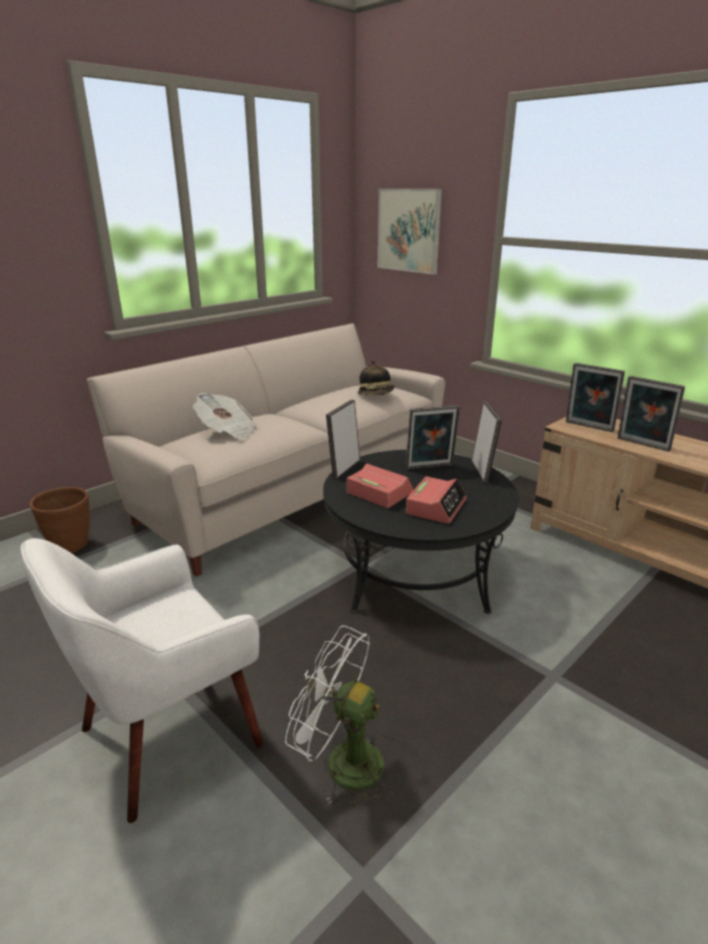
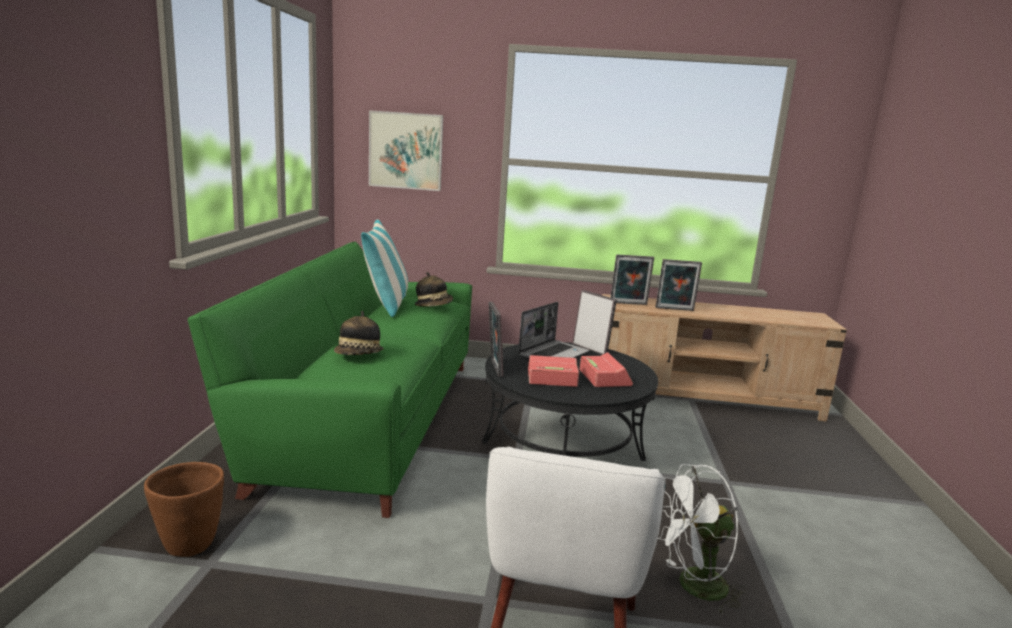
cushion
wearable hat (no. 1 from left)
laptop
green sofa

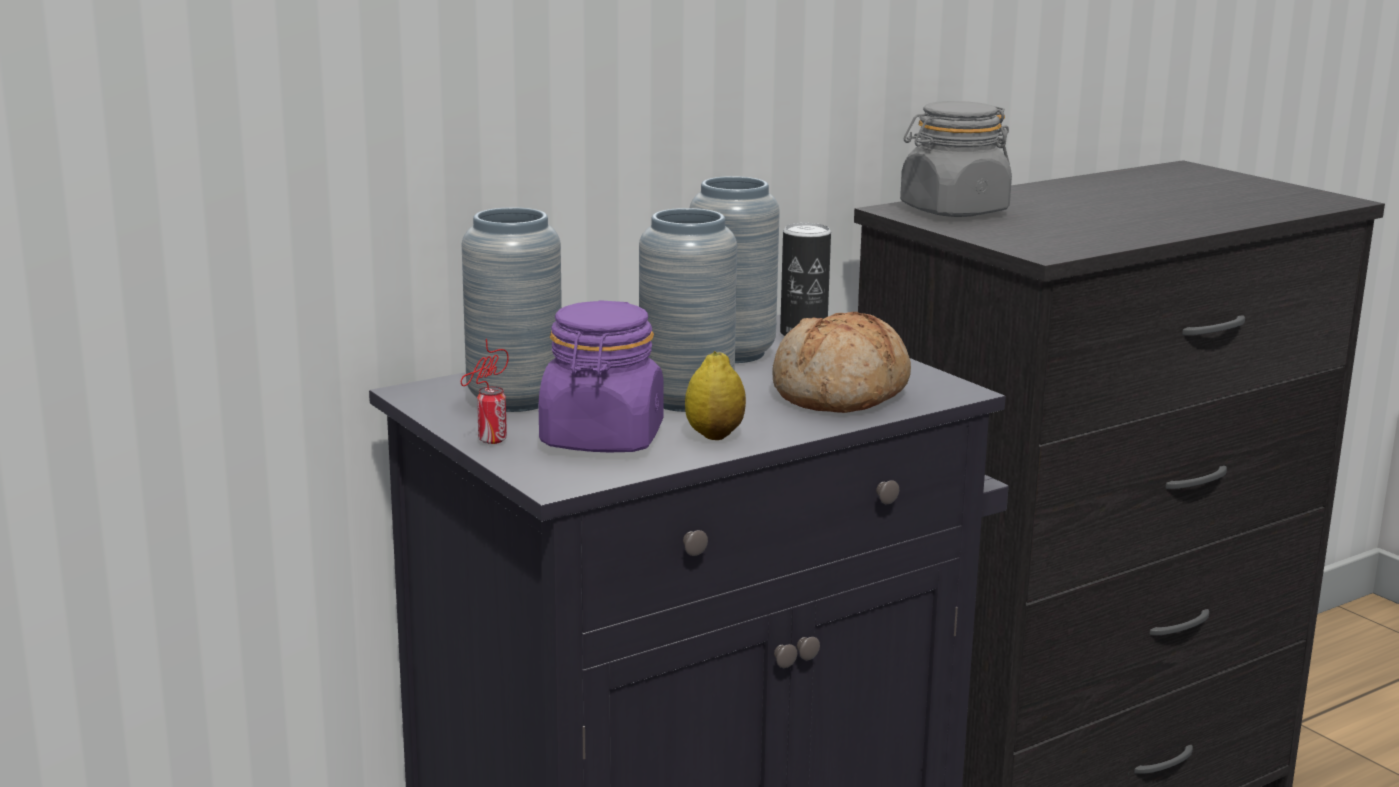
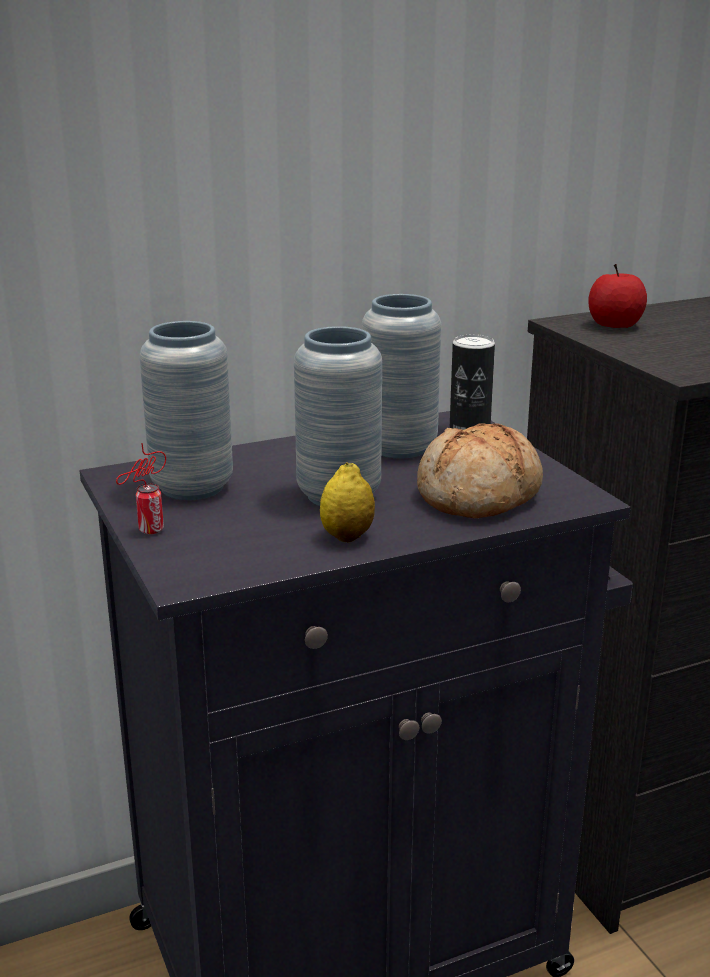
purplish preserve jar
apple

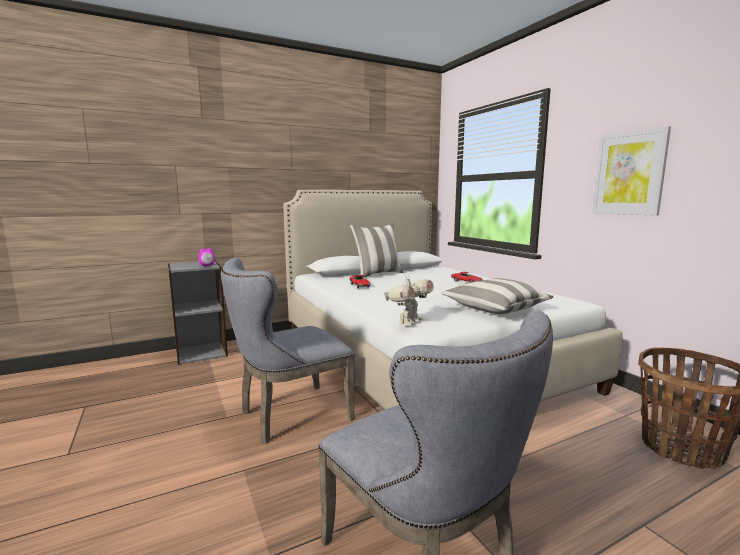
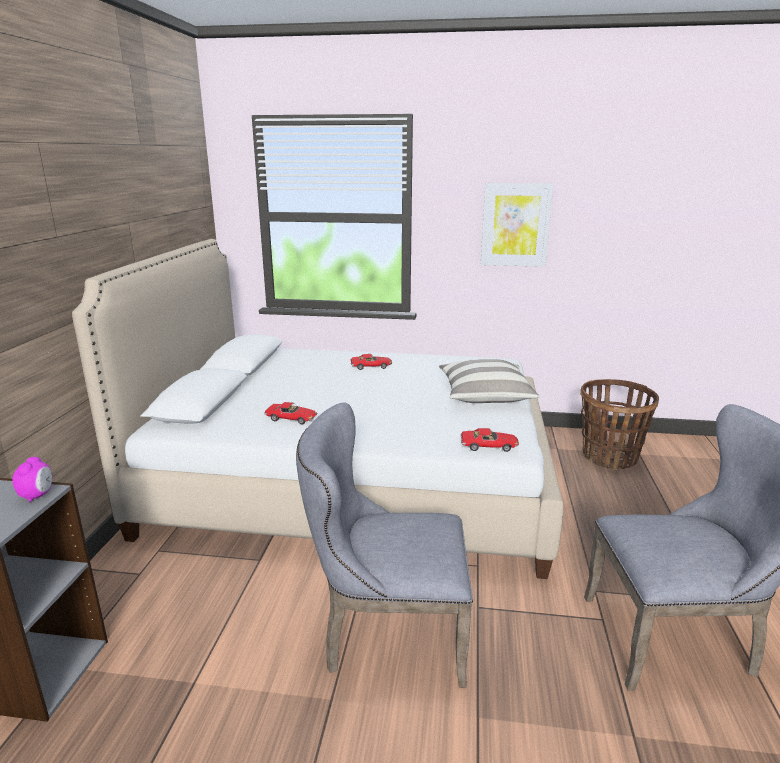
cushion (no. 1 from left in the first image)
miniature car (no. 3 from left)
greyish chair (no. 1 from left)

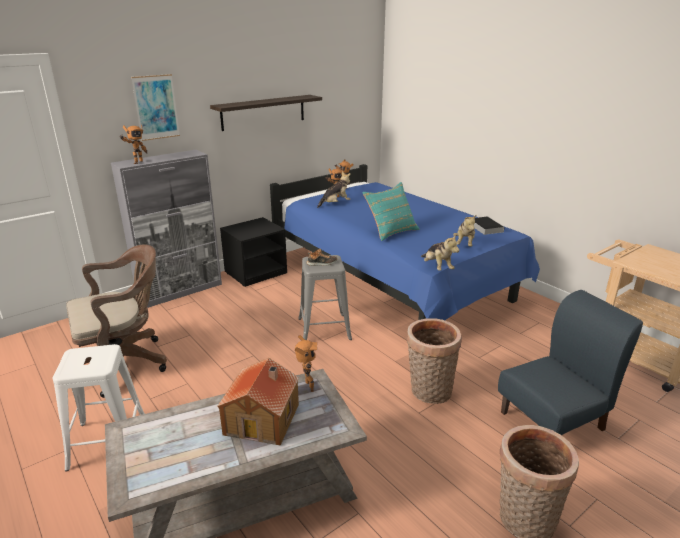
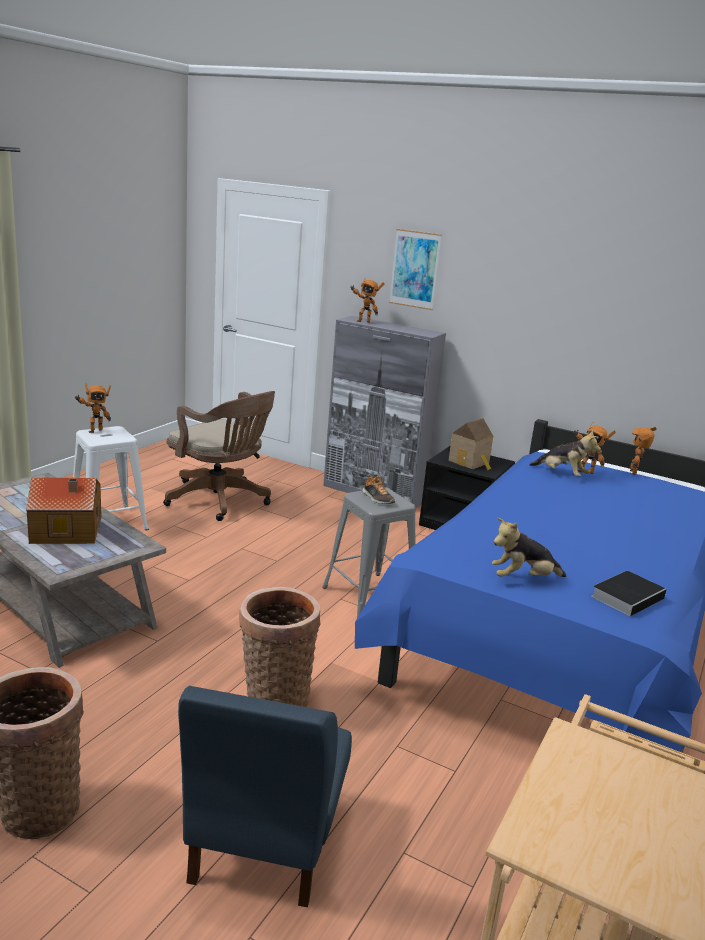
wall shelf
blue-green cushion
soft toy (no. 2 from left in the first image)
miniature house (no. 2 from left)
toy robot (no. 1 from left)
bluish chair

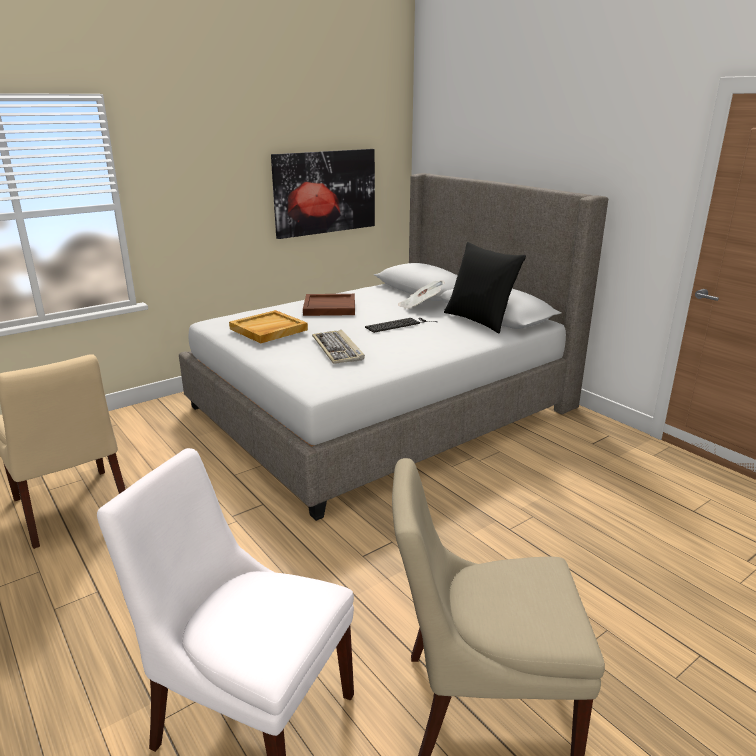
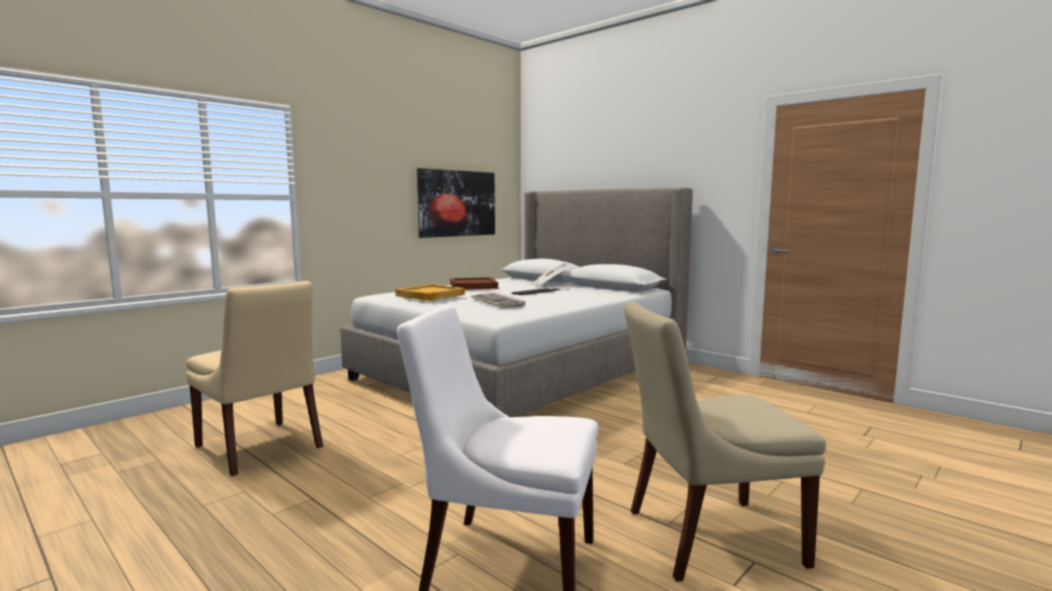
blackish cushion

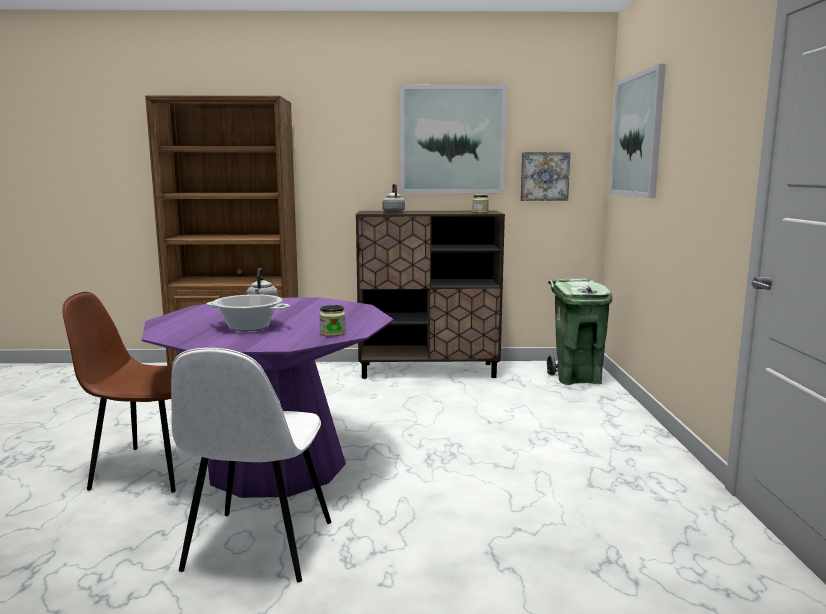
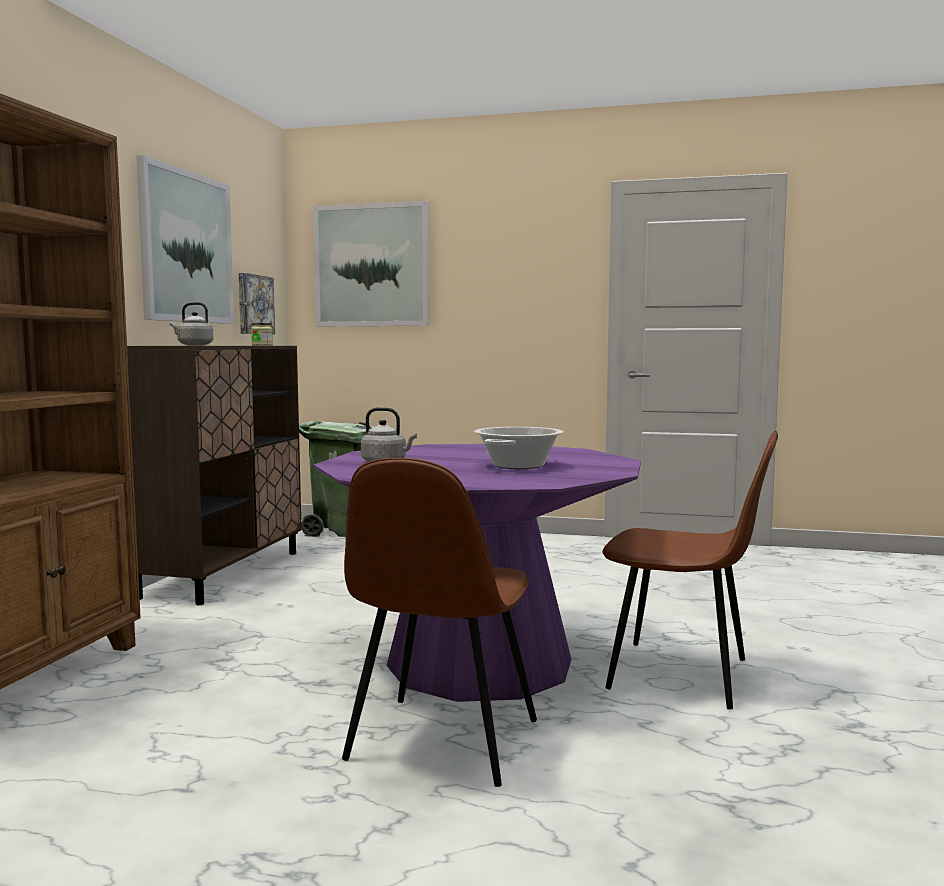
preserve jar (no. 1 from left in the first image)
brown chair (no. 2 from left)

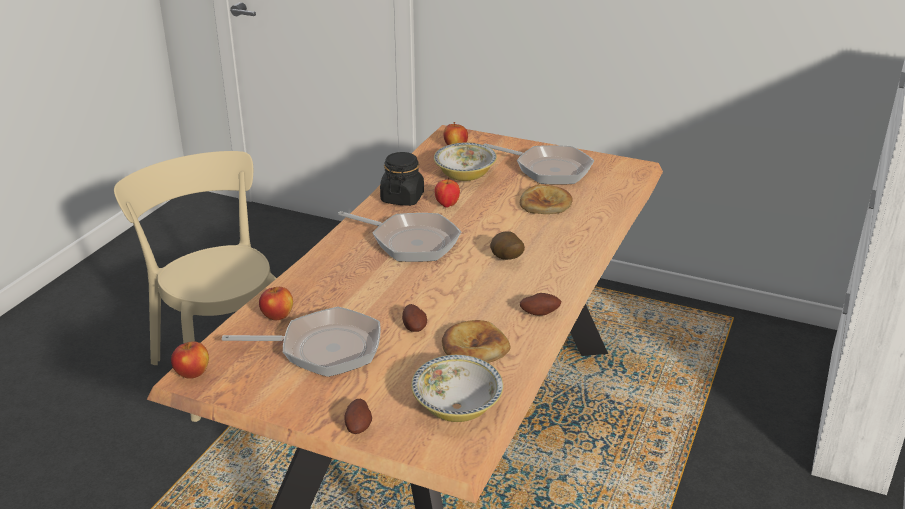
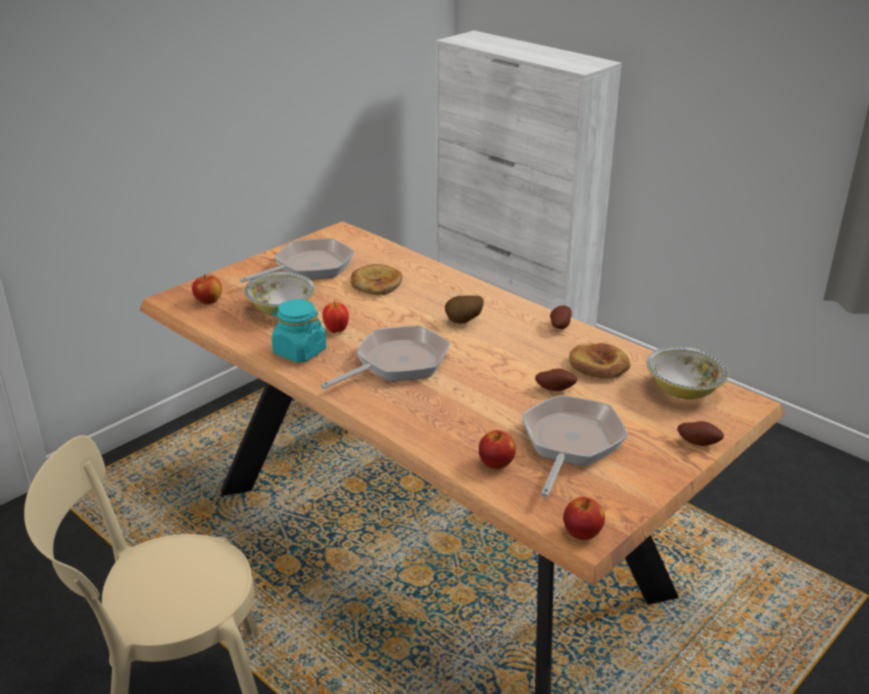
blue-green preserve jar

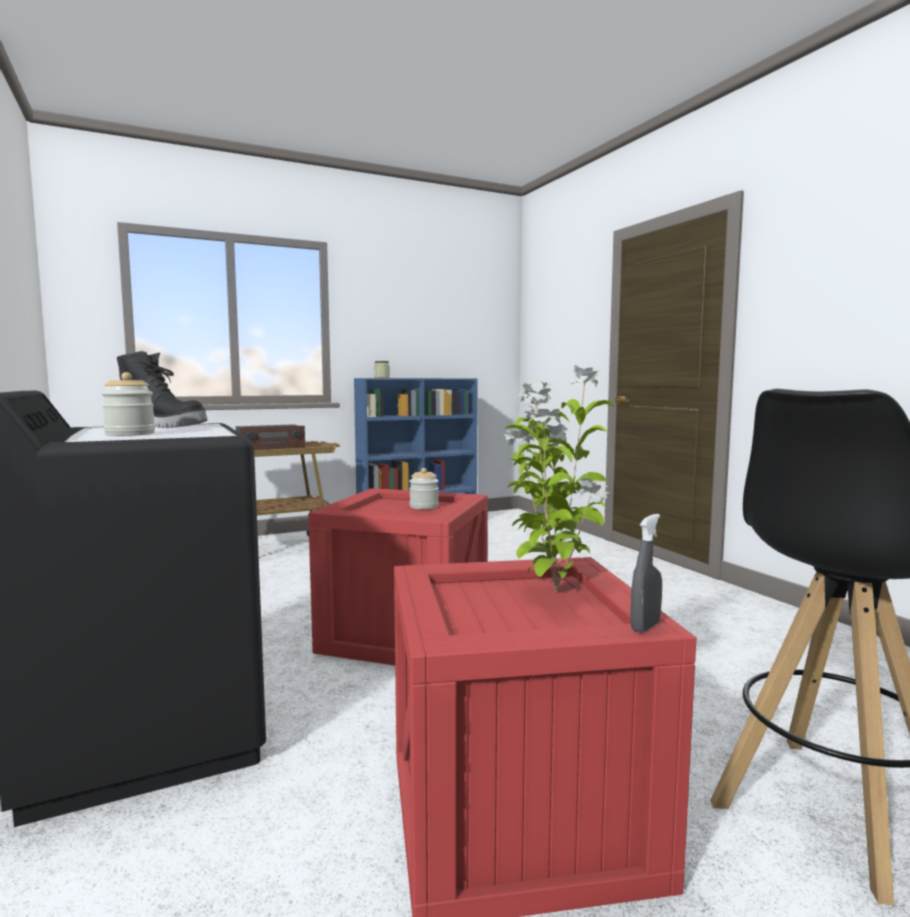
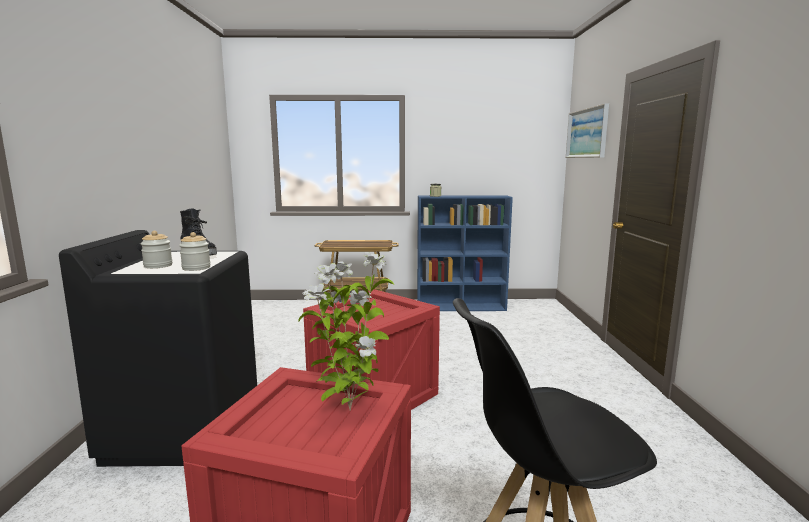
radio receiver
greyish spray bottle
wall art
preserve jar (no. 2 from left)

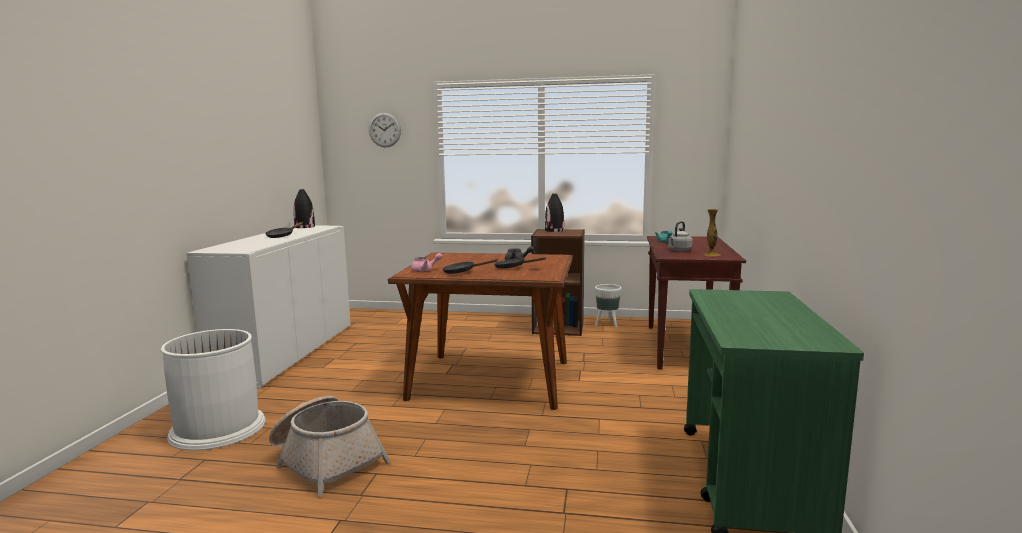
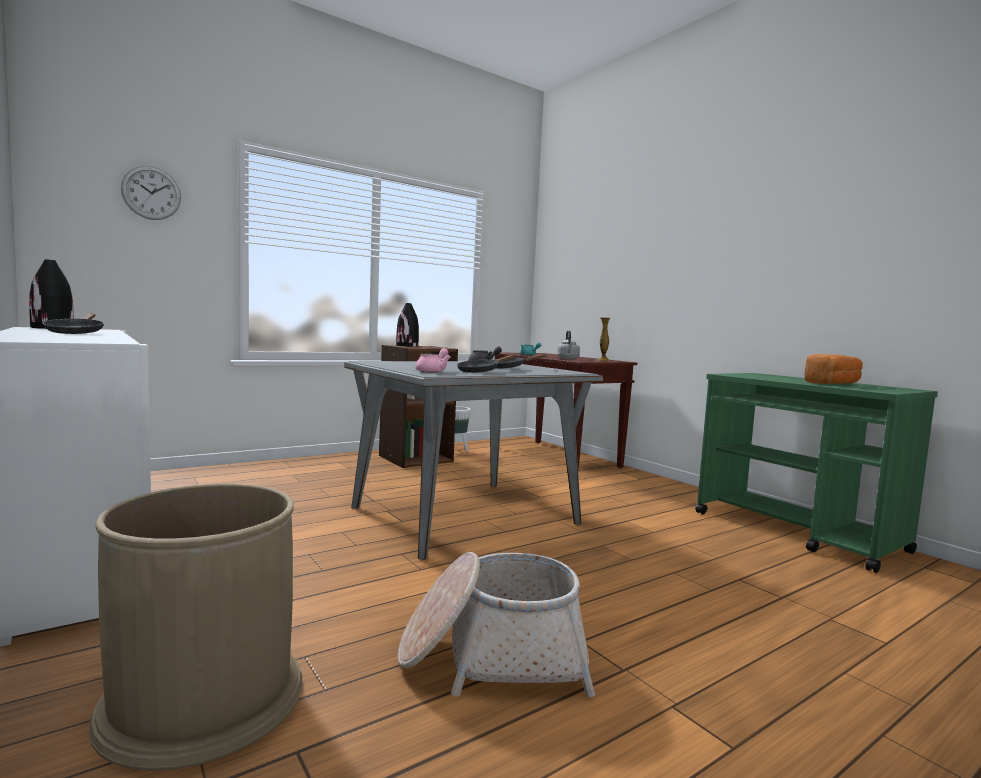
baked bread
brown trash can
greyish dining table

